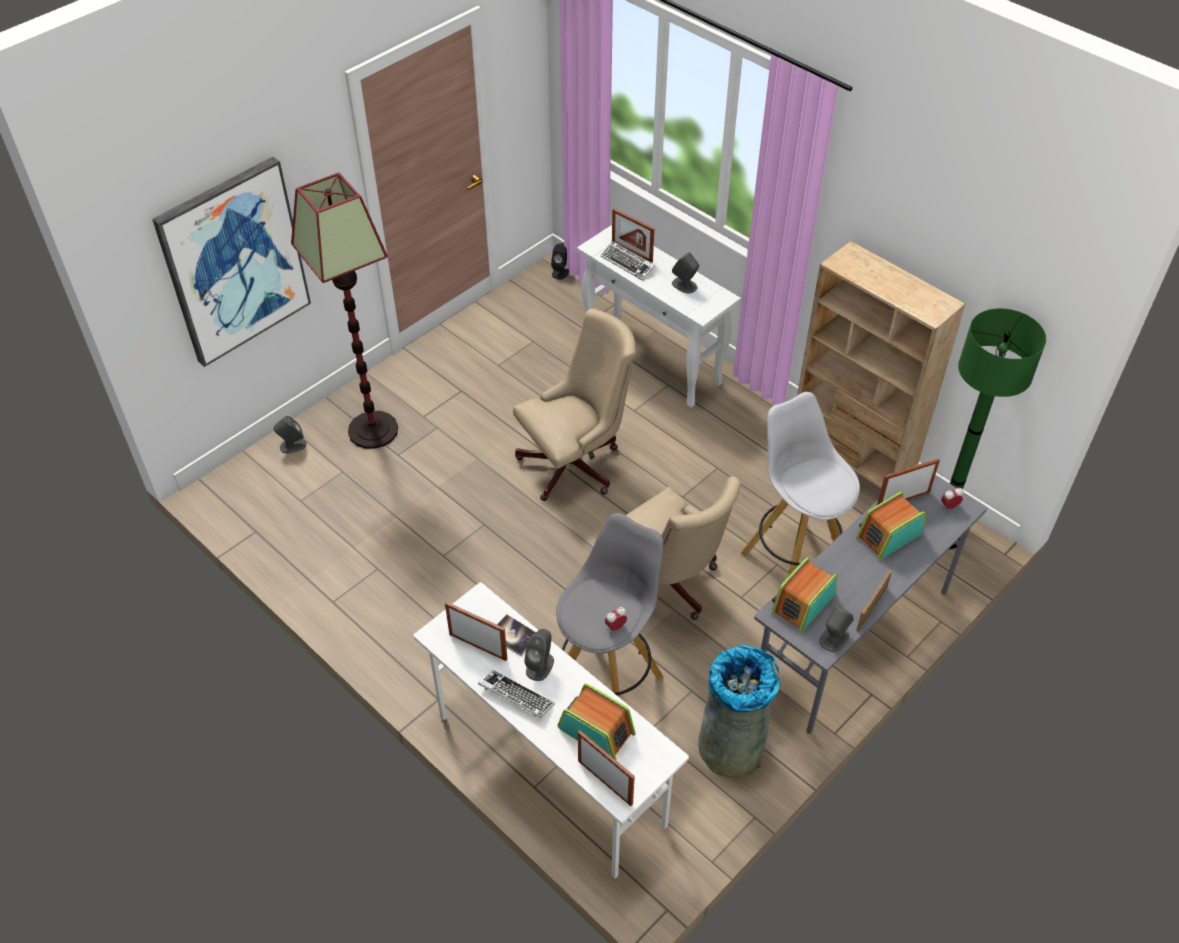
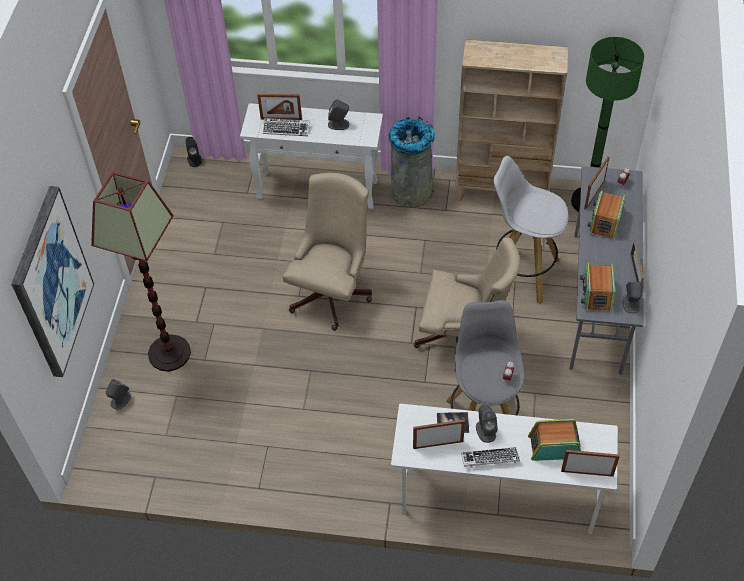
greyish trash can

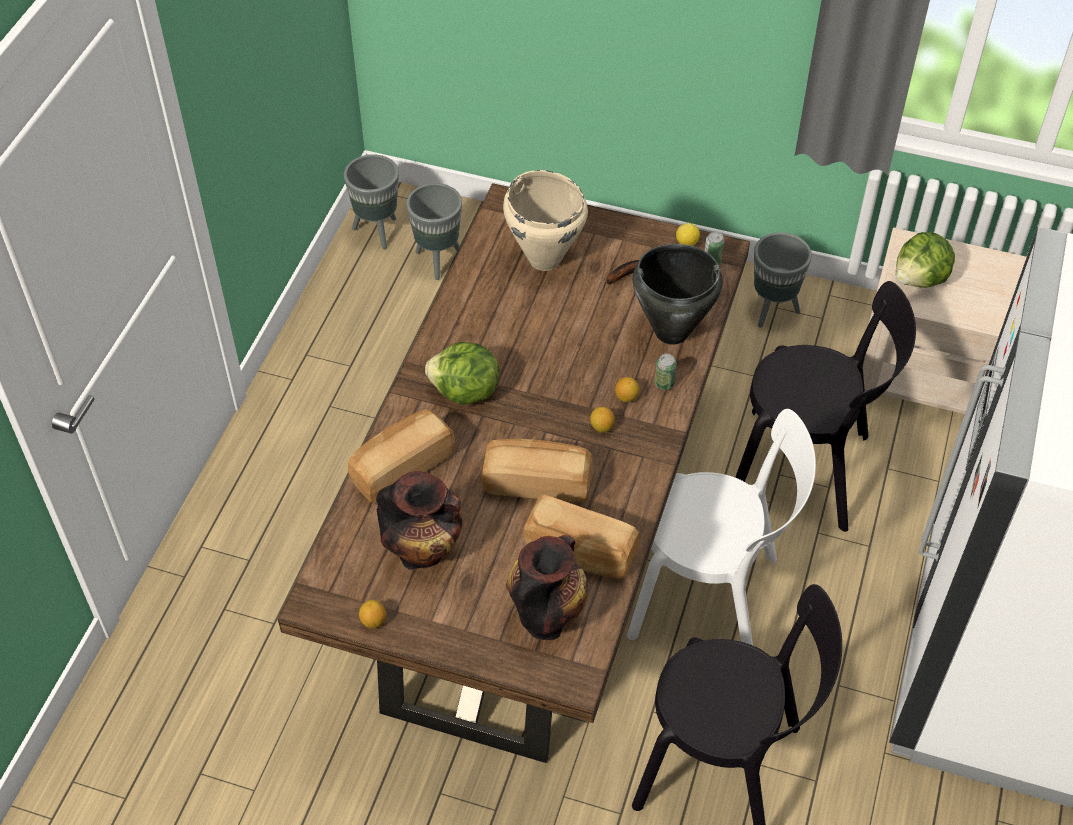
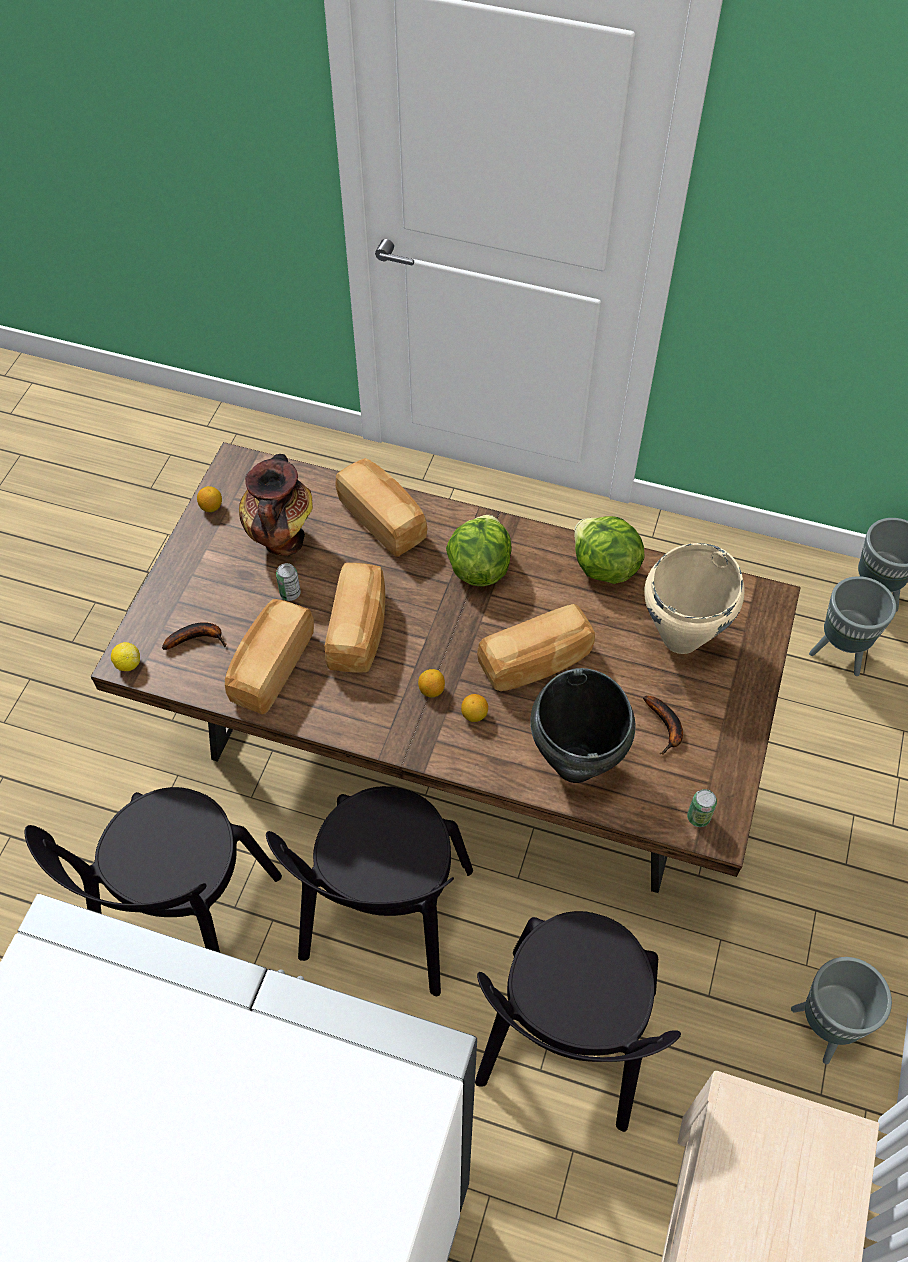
baked bread (no. 4 from left)
can (no. 1 from left)
lemon (no. 1 from left)
head of lettuce (no. 2 from left)
banana fruit (no. 1 from left)
blackish chair (no. 2 from left)

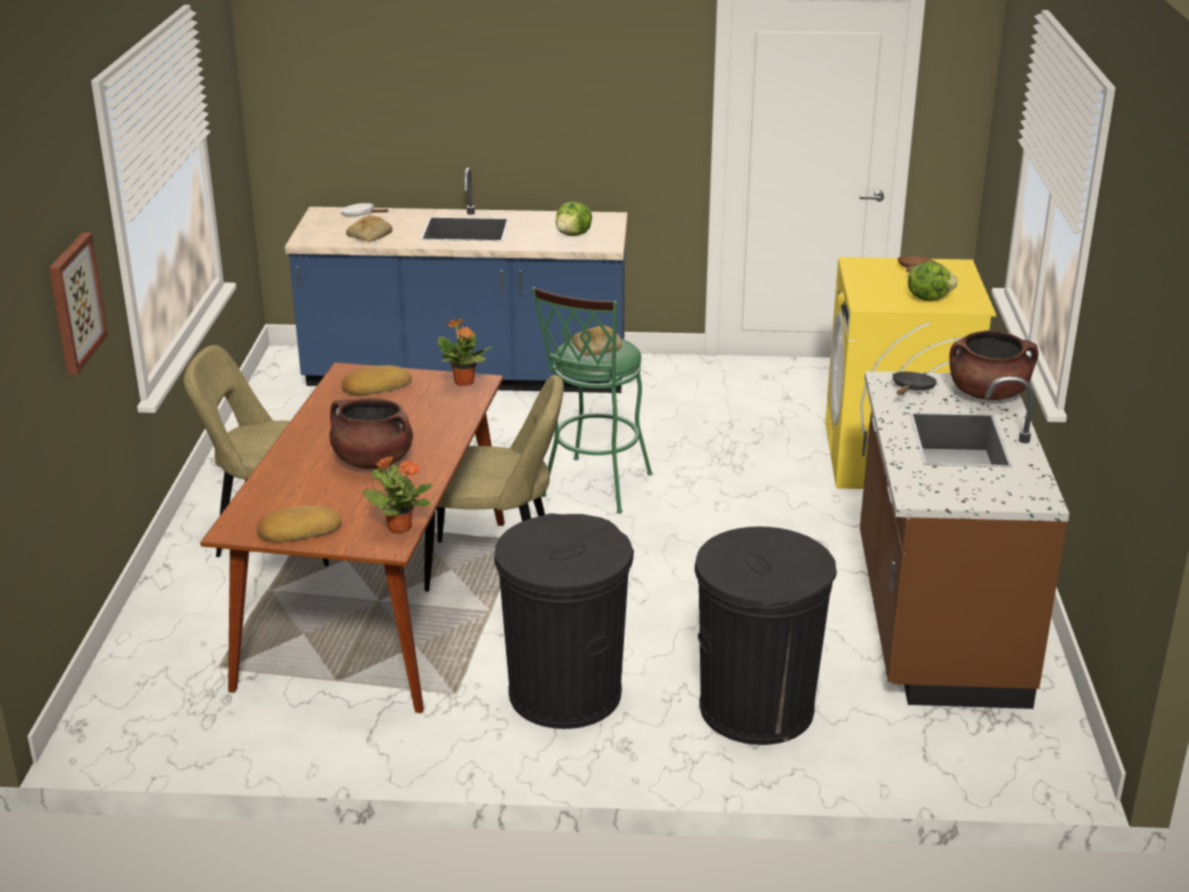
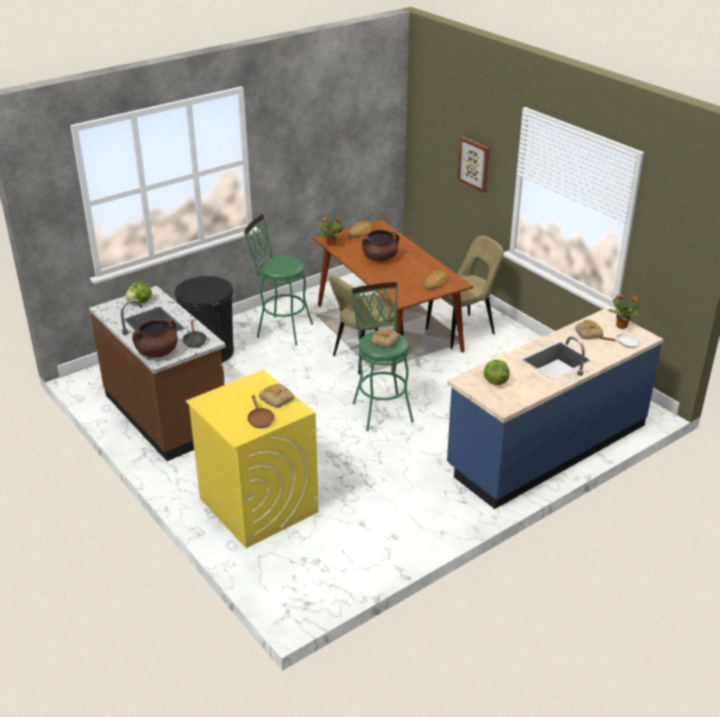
baked bread (no. 1 from left)
houseplant (no. 2 from left)
head of lettuce (no. 1 from left)
green stool seat (no. 1 from left)

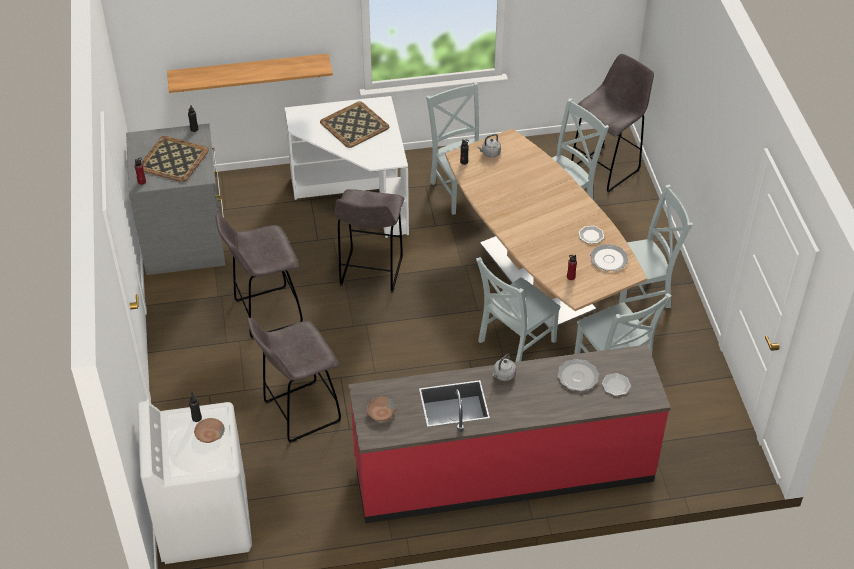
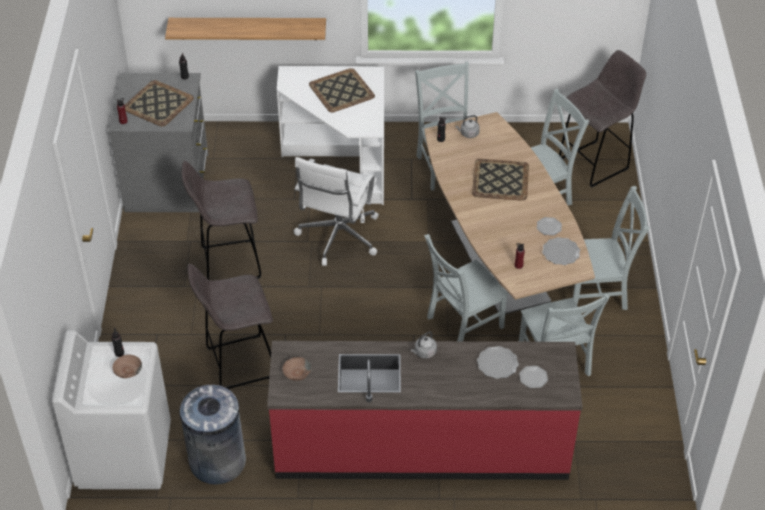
greyish trash can
serving tray (no. 3 from left)
whitish office chair

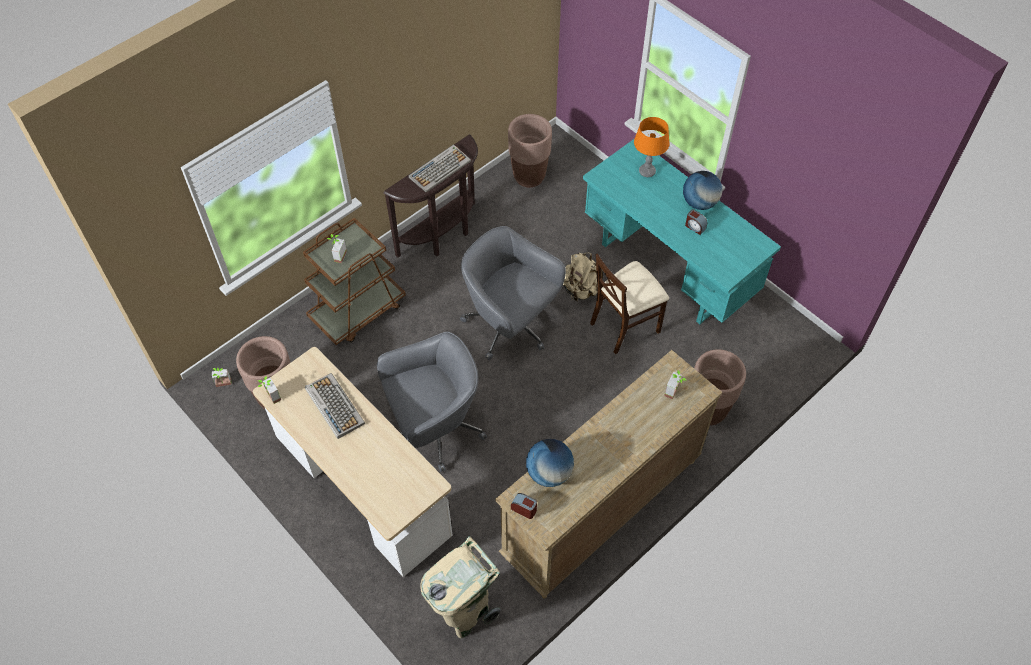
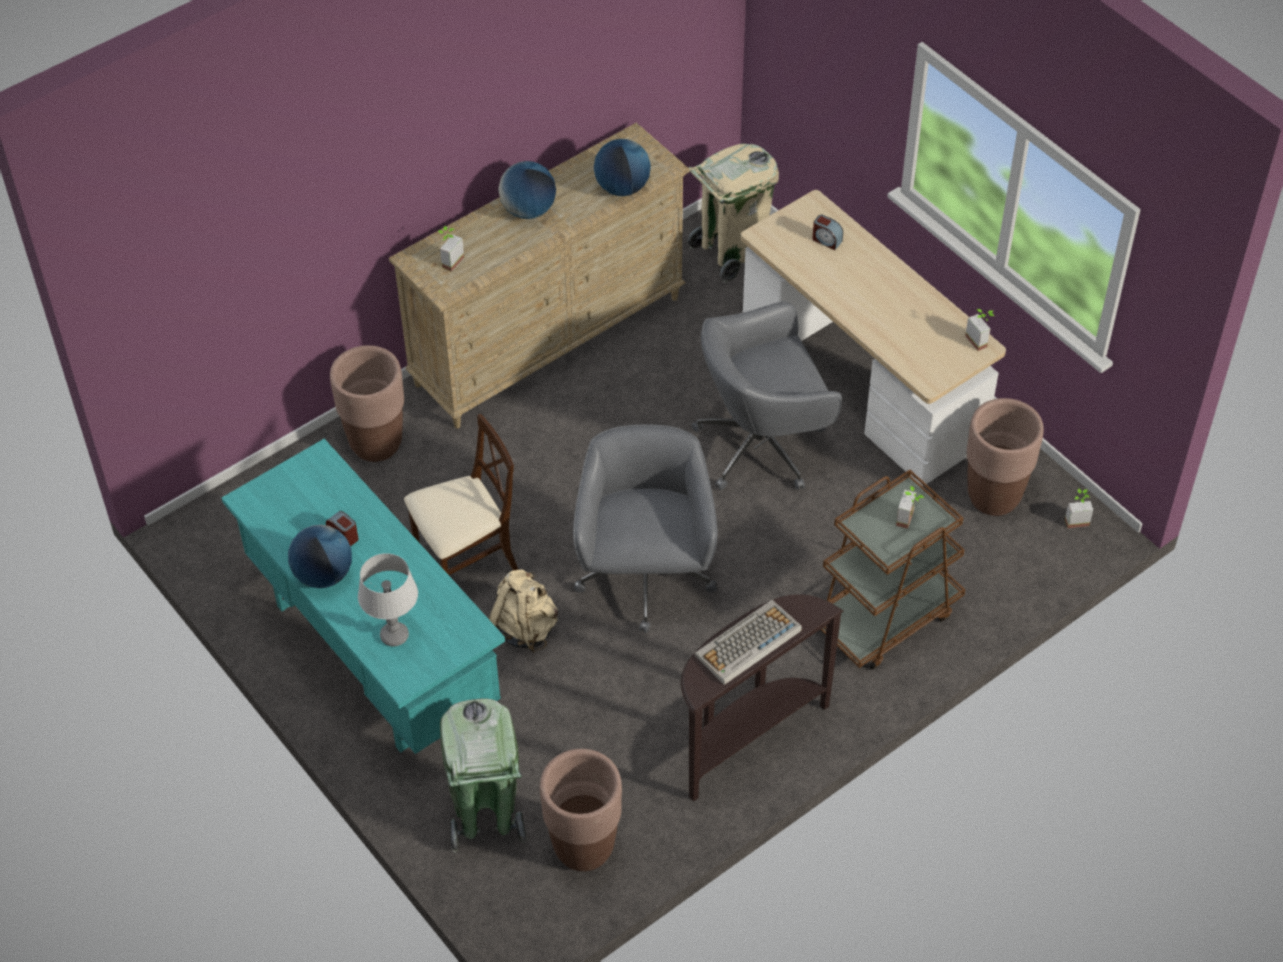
keyboard (no. 1 from left in the first image)
green trash can
desk globe (no. 2 from left)
table clock (no. 2 from left)
greyish lamp for a table
greyish office chair (no. 1 from left)

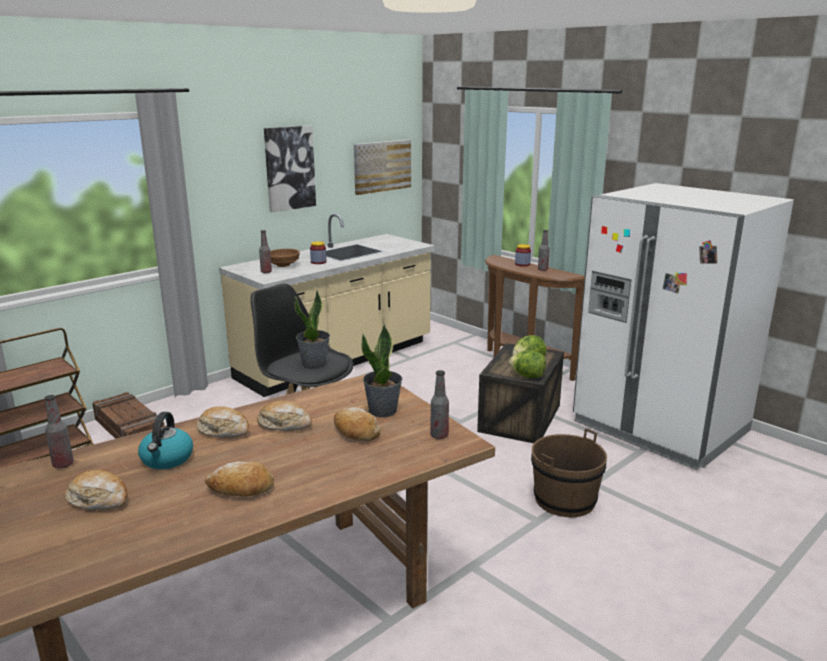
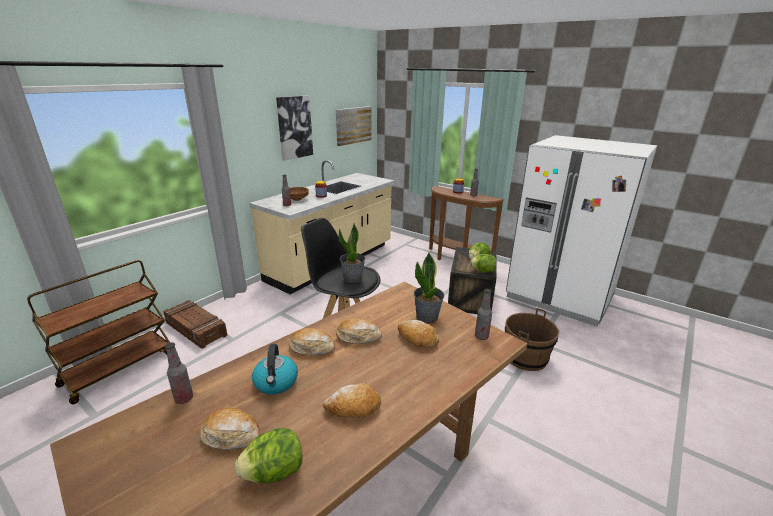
head of lettuce (no. 1 from left)

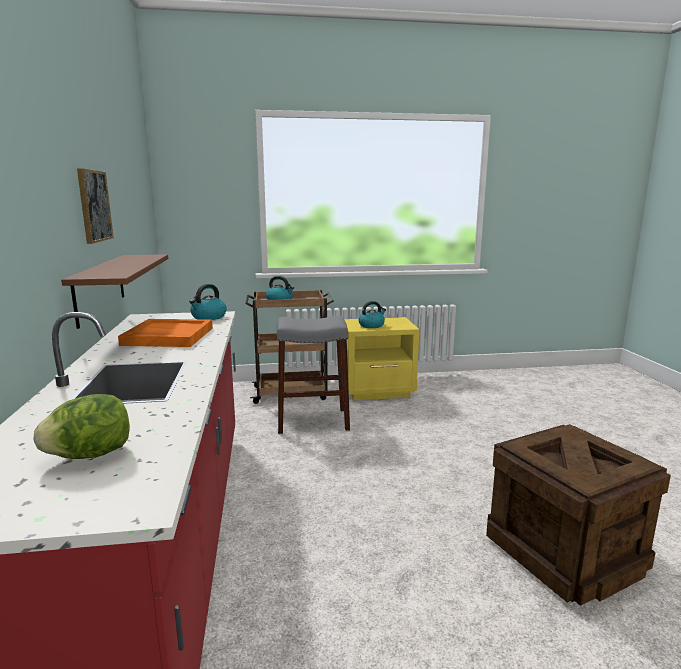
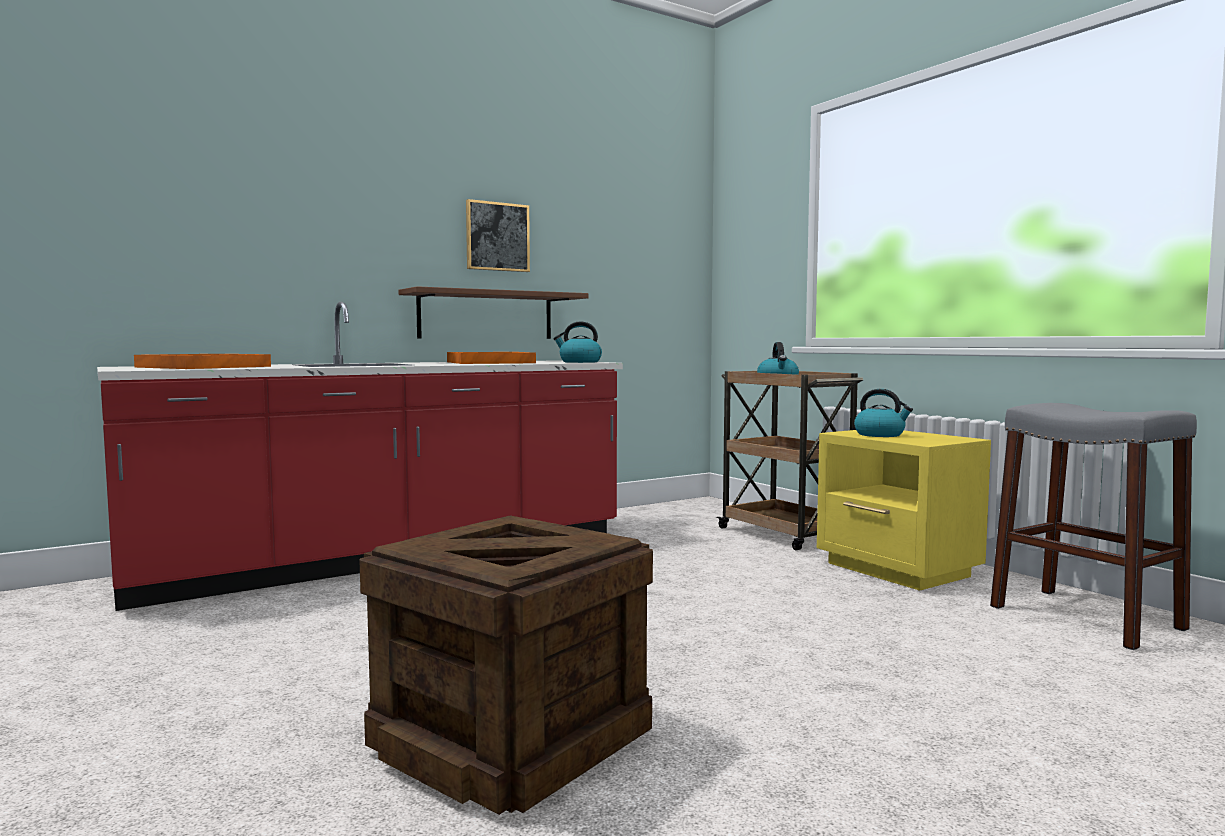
greyish stool seat
orange-coloured serving tray (no. 1 from left)

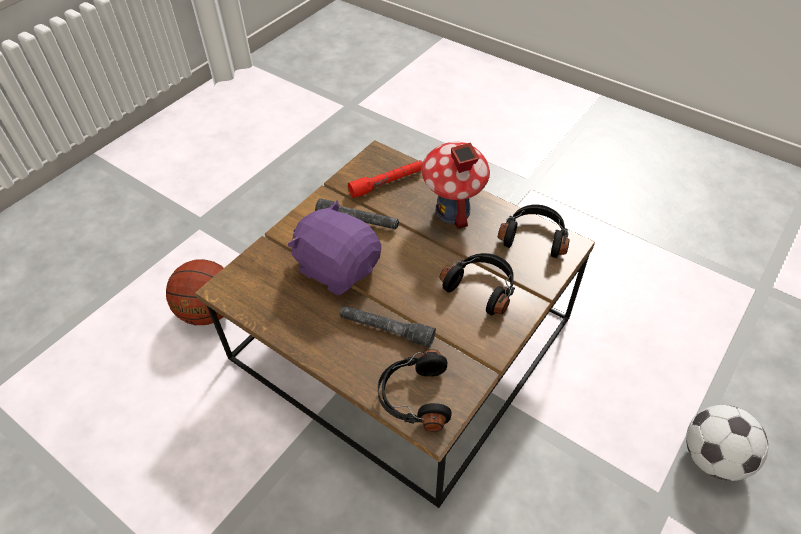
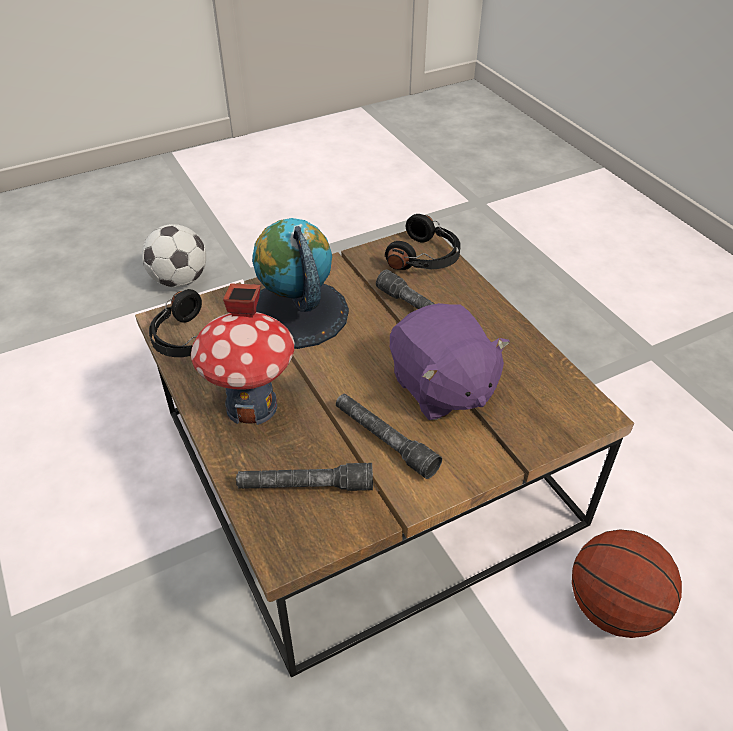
desk globe
greyish hand torch (no. 1 from left)

